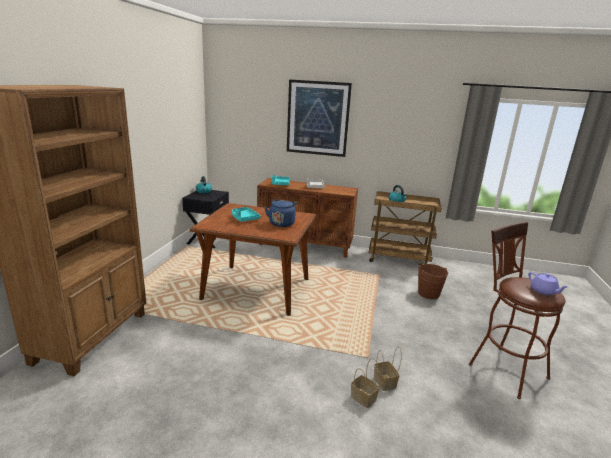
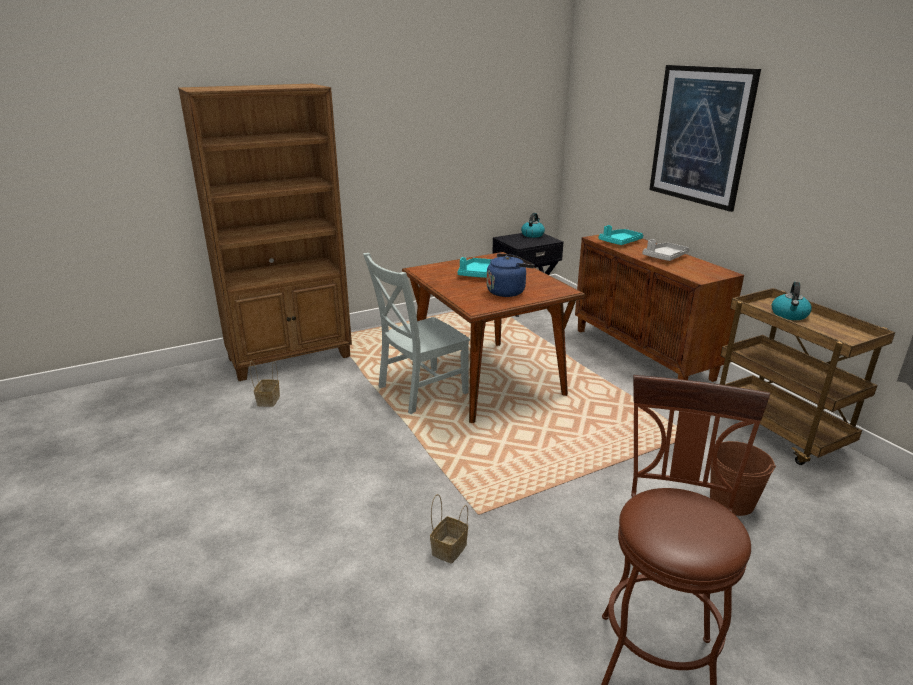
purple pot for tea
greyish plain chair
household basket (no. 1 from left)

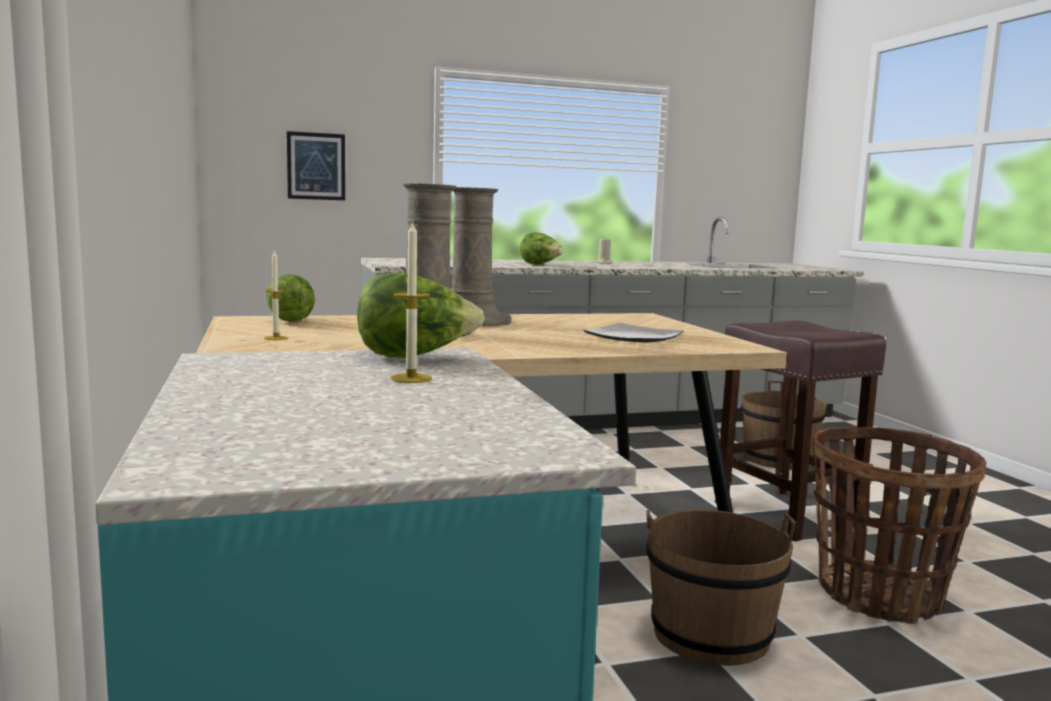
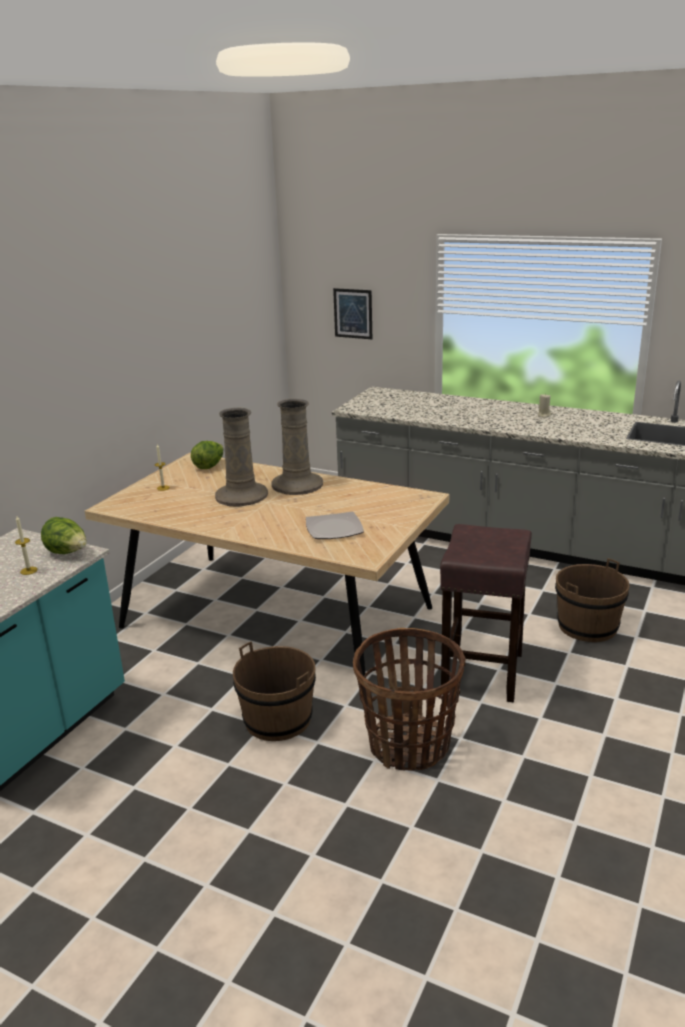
lettuce head (no. 3 from left in the first image)

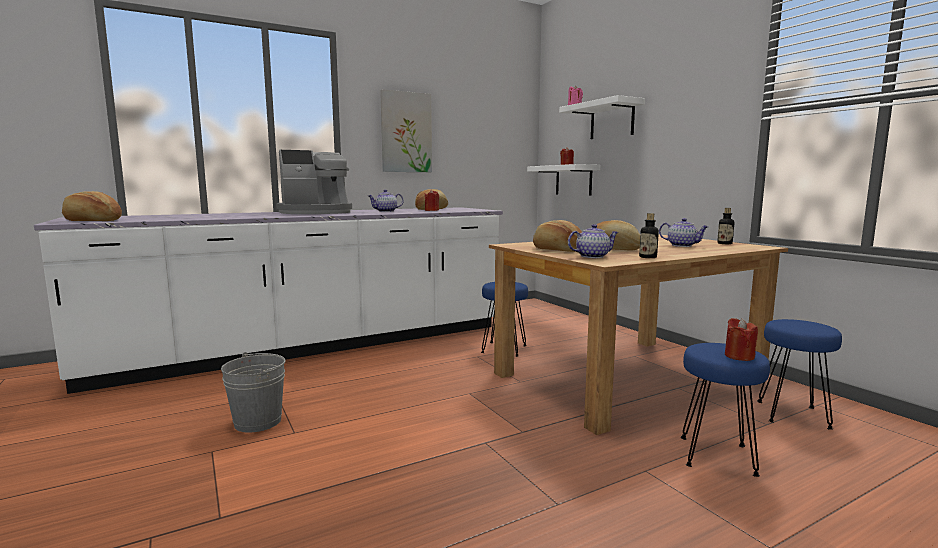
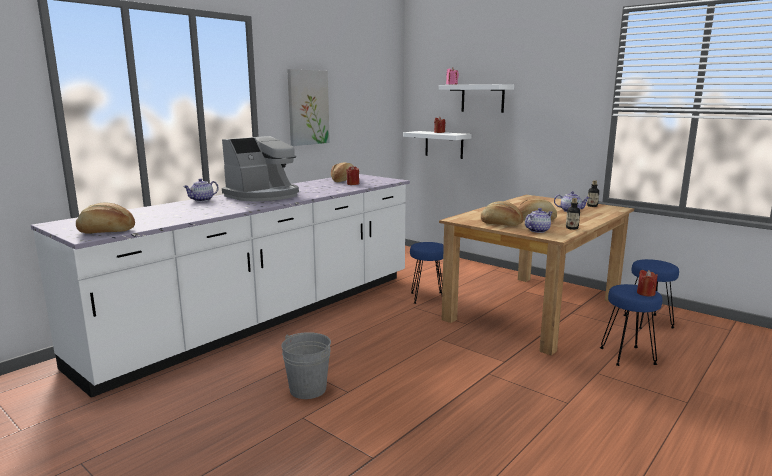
pot for tea (no. 1 from left)

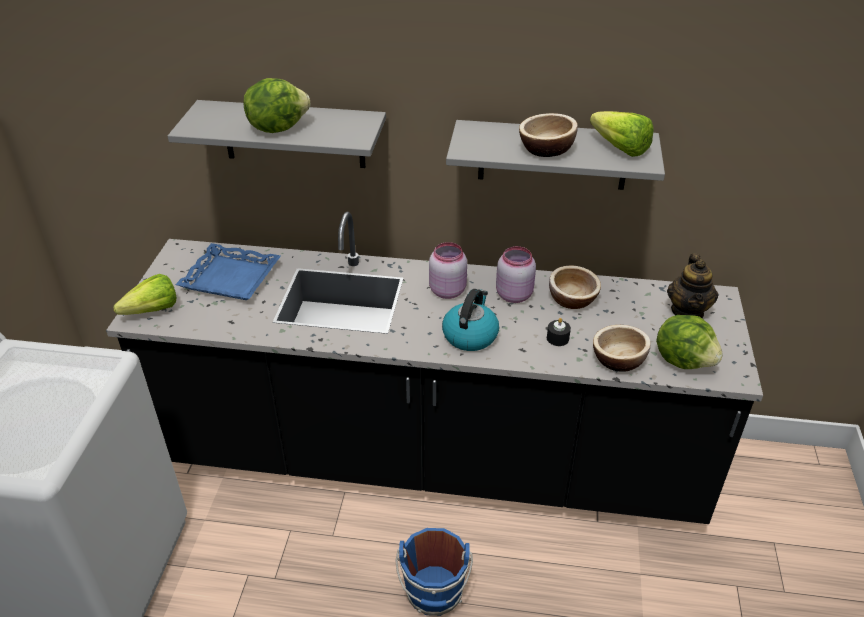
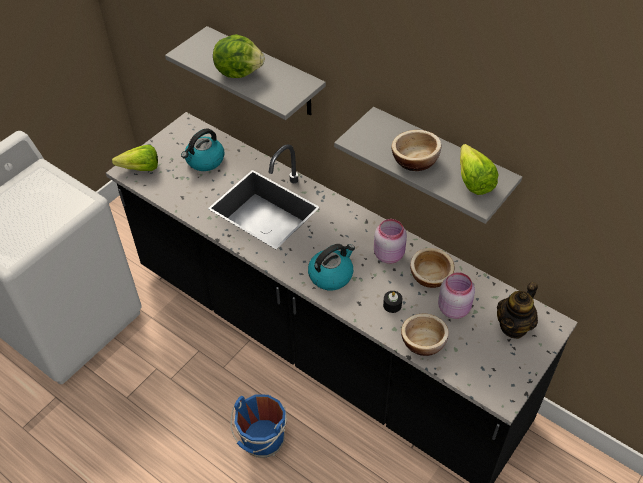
lettuce head (no. 4 from left in the first image)
pink storage jar (no. 2 from left)
water kettle (no. 1 from left)

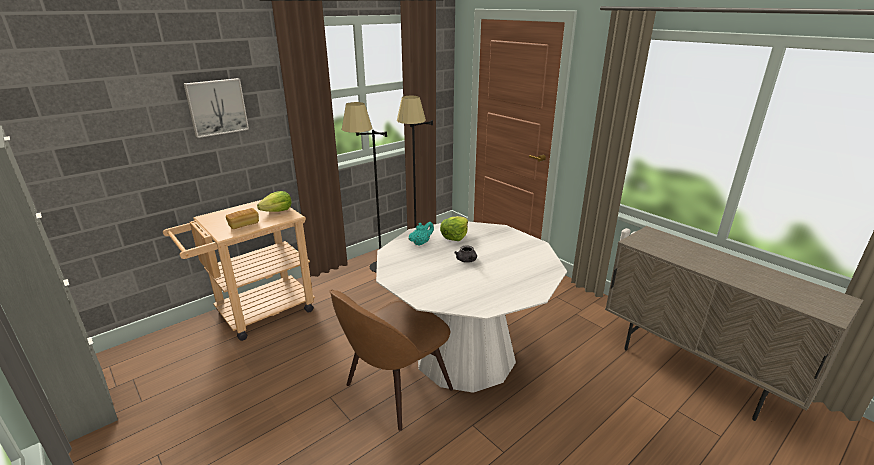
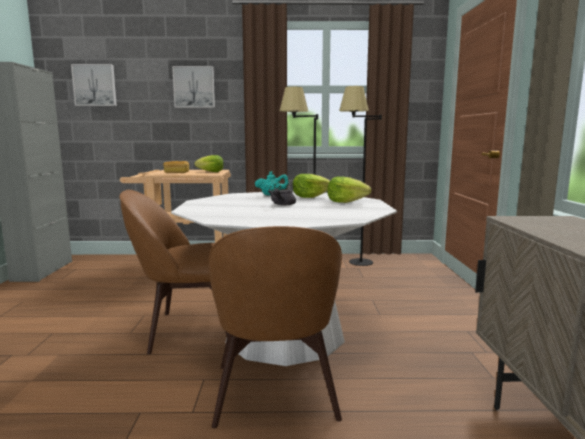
picture (no. 1 from left)
brown-coloured plain chair (no. 2 from left)
lettuce head (no. 3 from left)

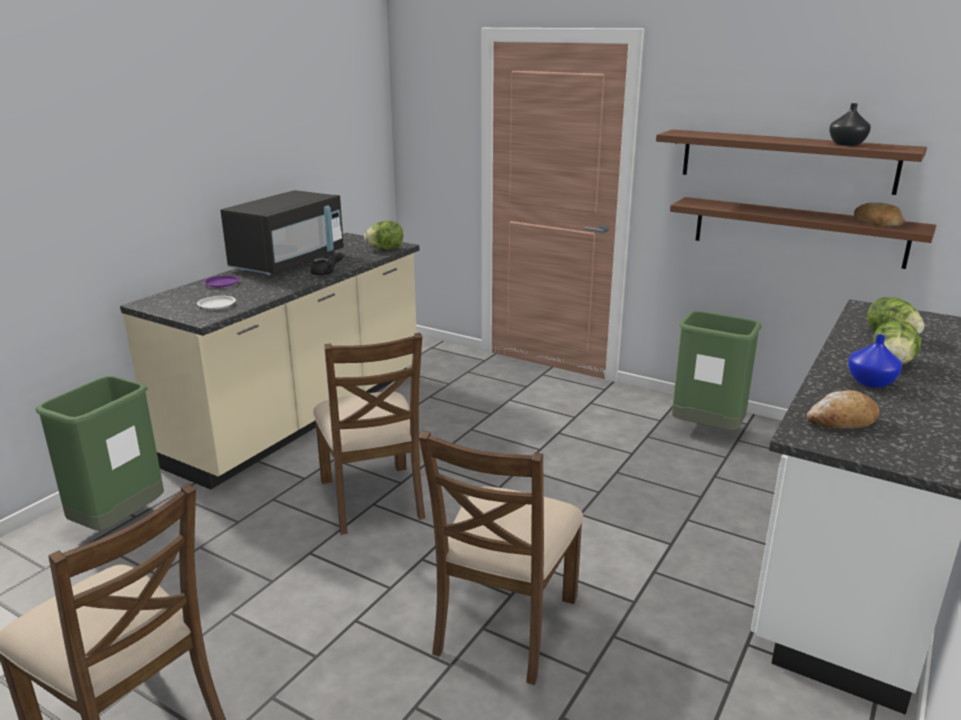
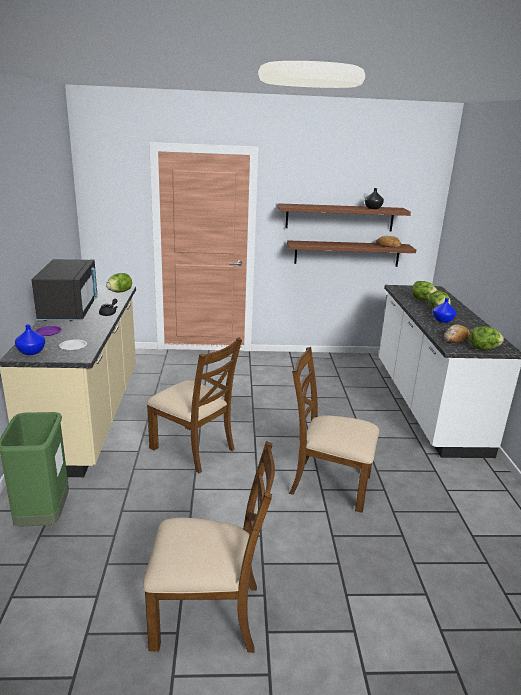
greenish trash can (no. 2 from left in the first image)
blue flower vase (no. 1 from left)
lettuce head (no. 4 from left)
brown-coloured plain chair (no. 3 from left)

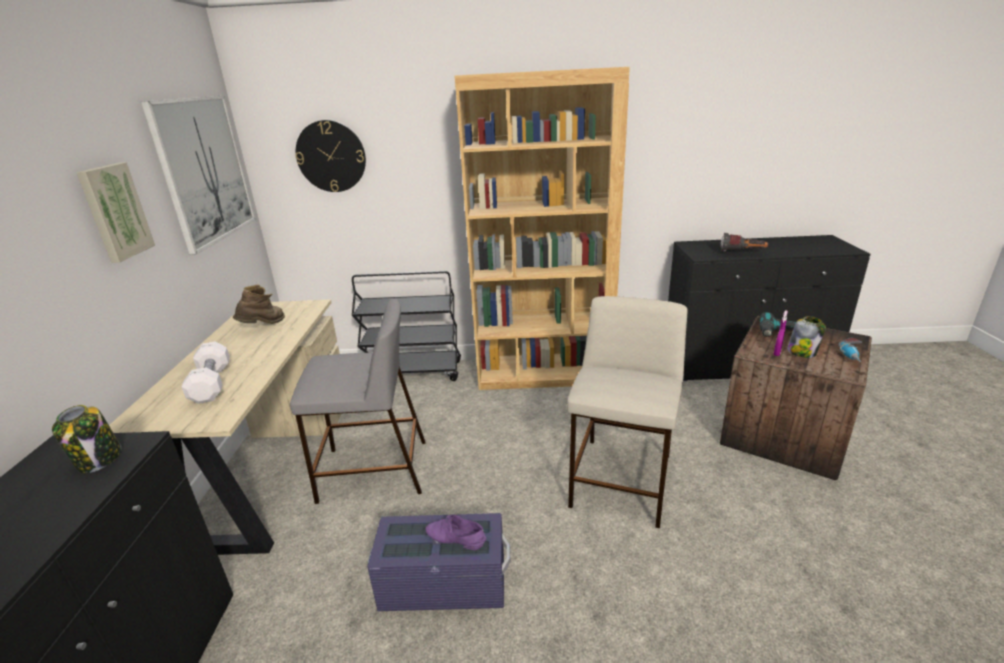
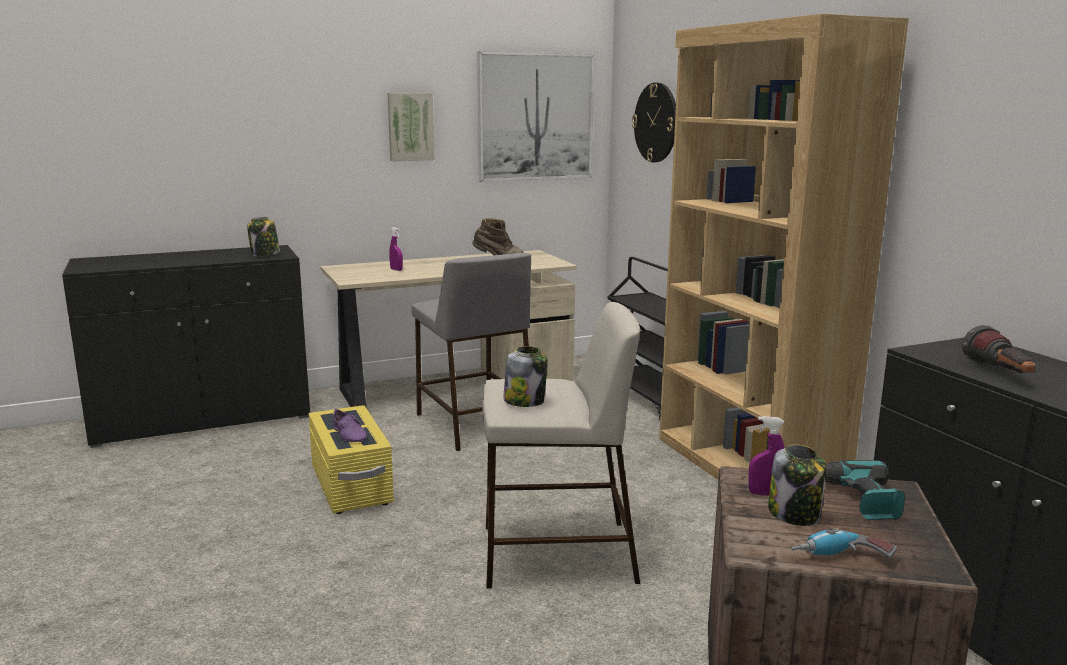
storage jar (no. 2 from left)
purple hand sprayer (no. 1 from left)
yellowish storage box
purple low shoe

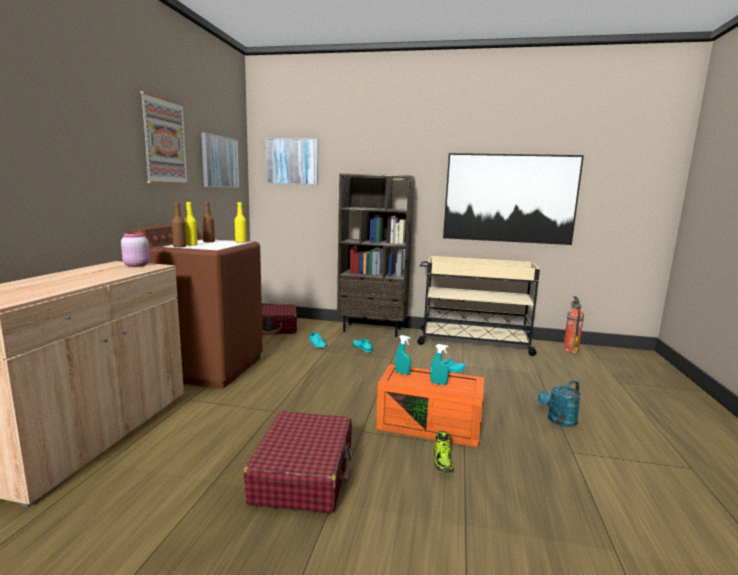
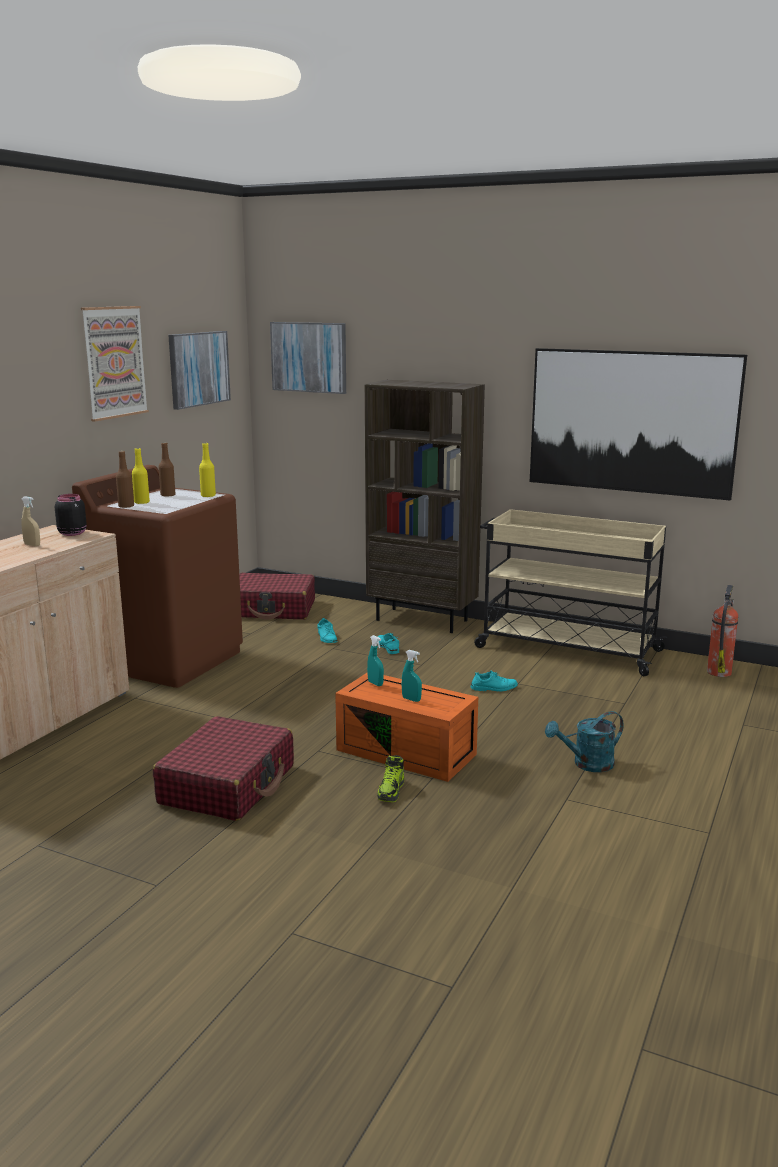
sand-coloured hand sprayer
black-coloured storage jar

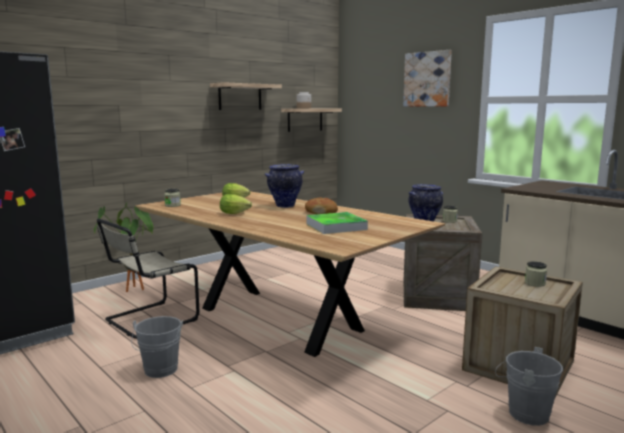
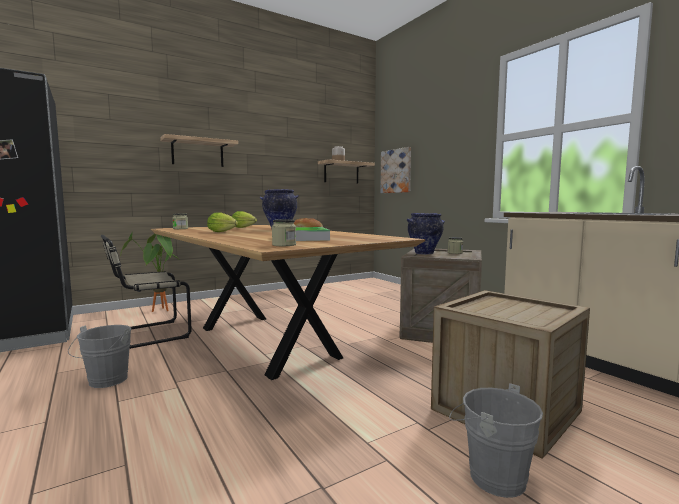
shelf (no. 1 from left)
picture
storage jar (no. 2 from left)

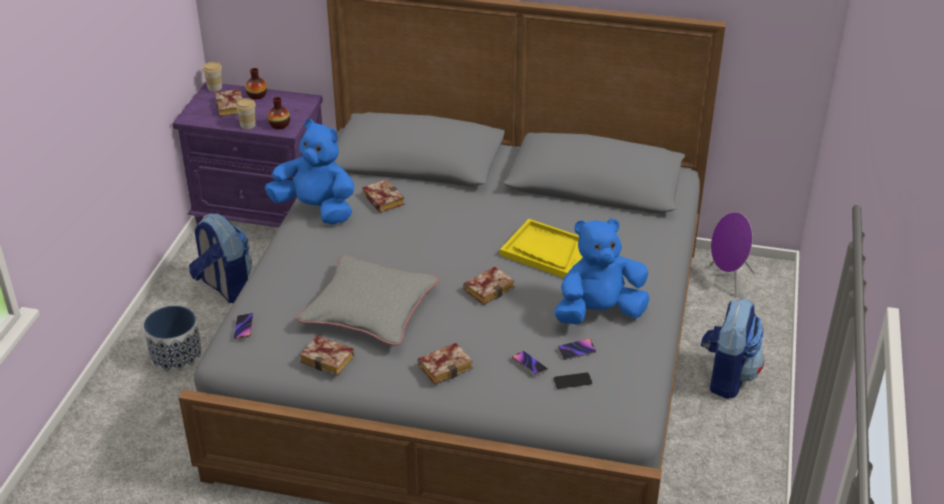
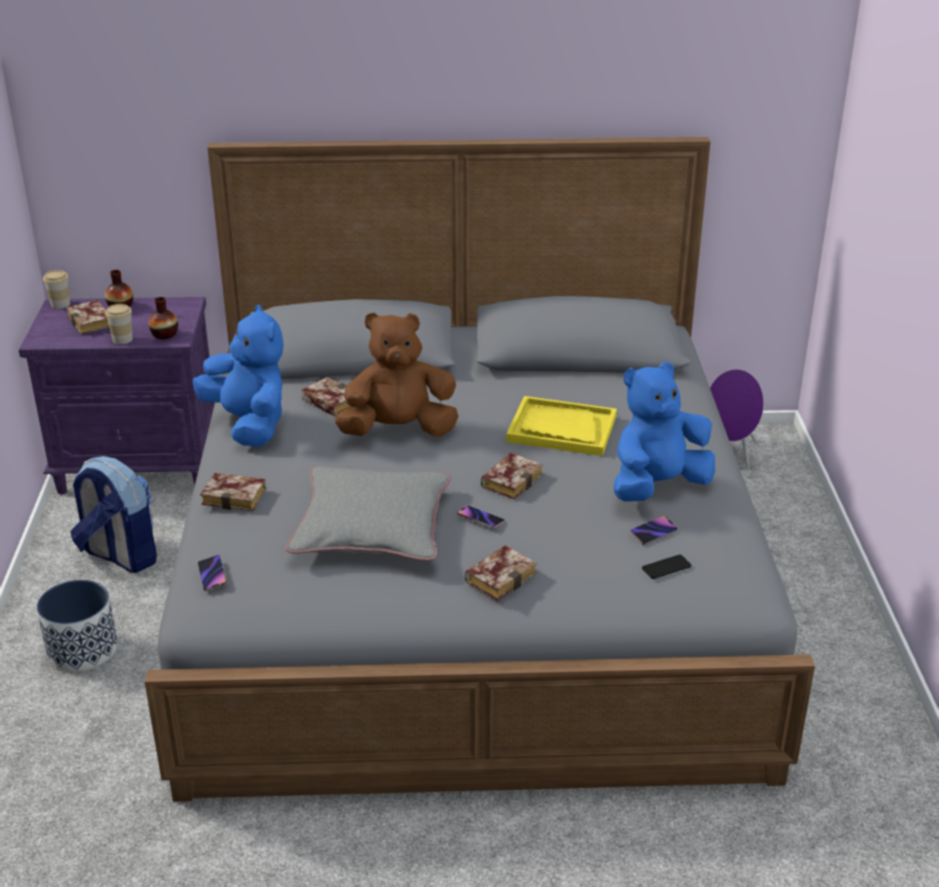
backpack (no. 2 from left in the first image)
brown-coloured plush toy
book (no. 2 from left)
phone (no. 2 from left)
blue plush toy (no. 1 from left)

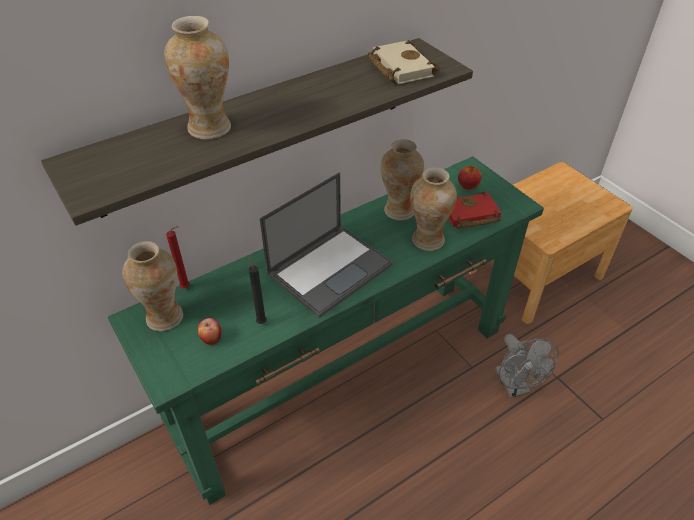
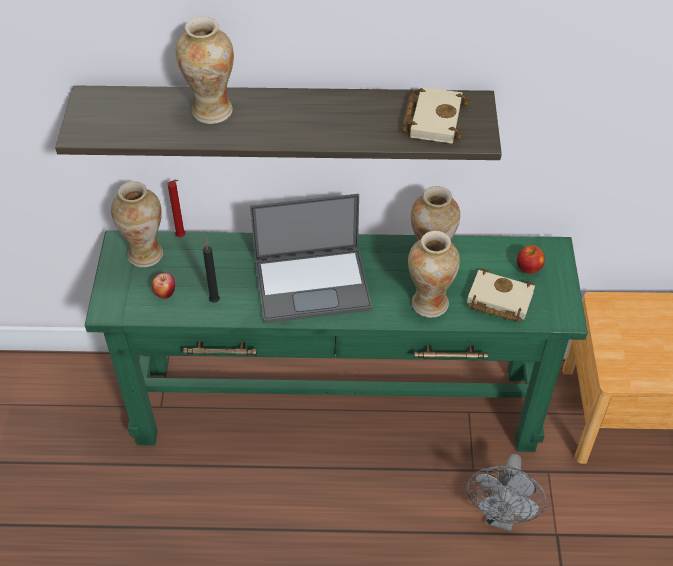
sand-coloured book (no. 2 from left)

